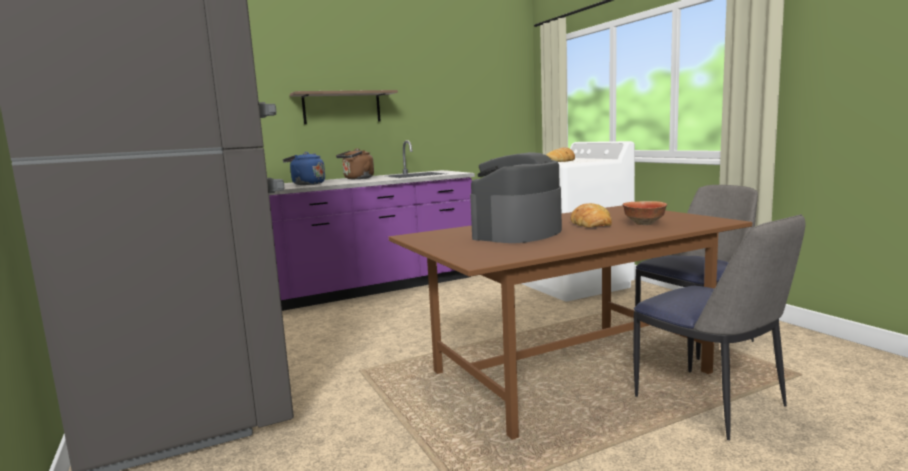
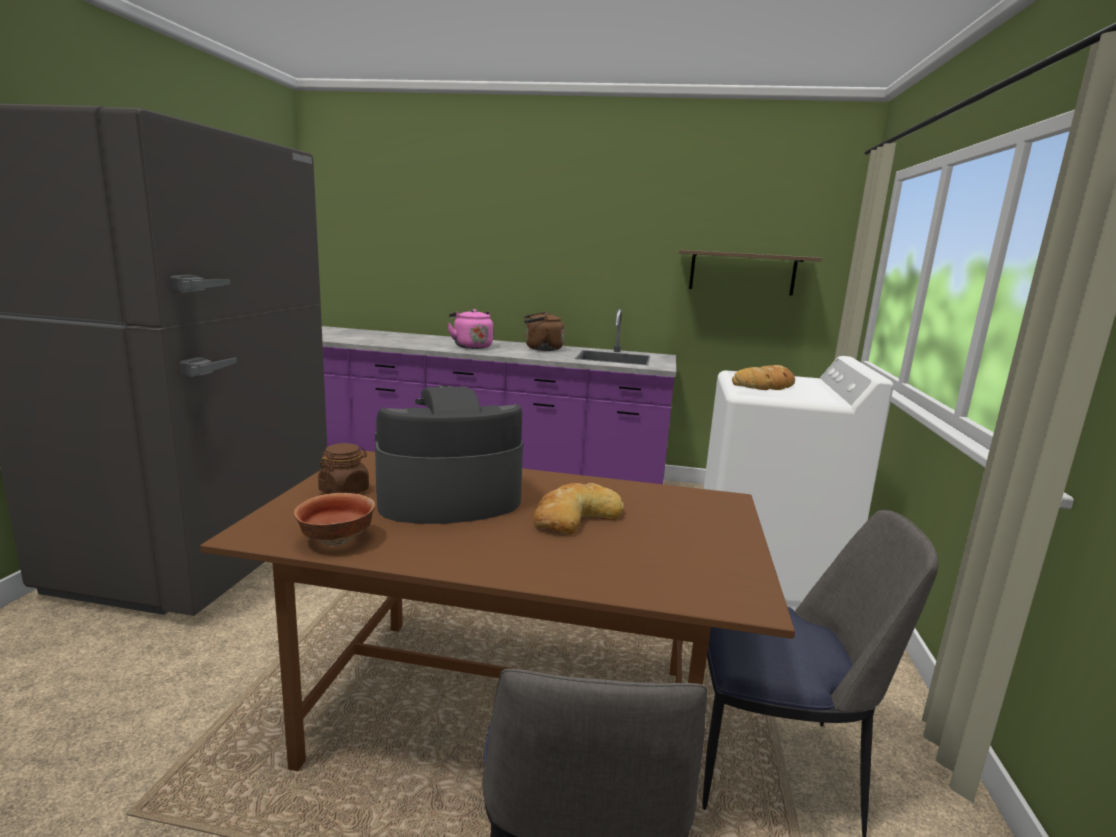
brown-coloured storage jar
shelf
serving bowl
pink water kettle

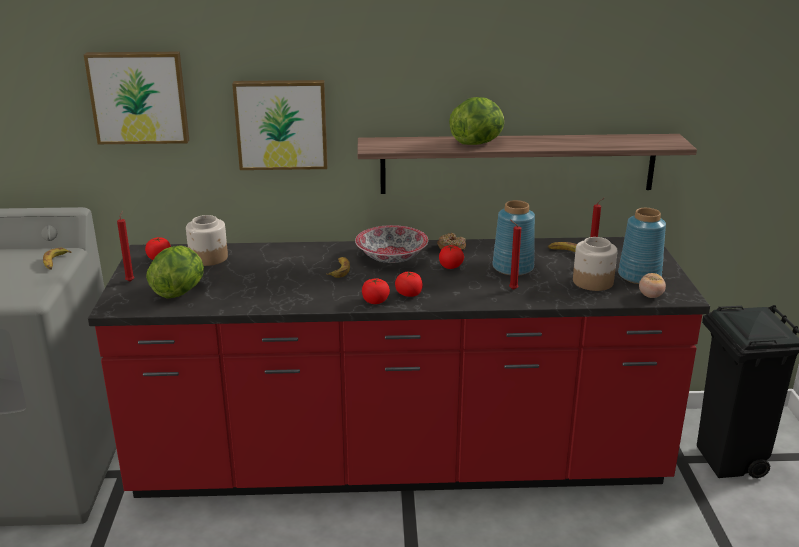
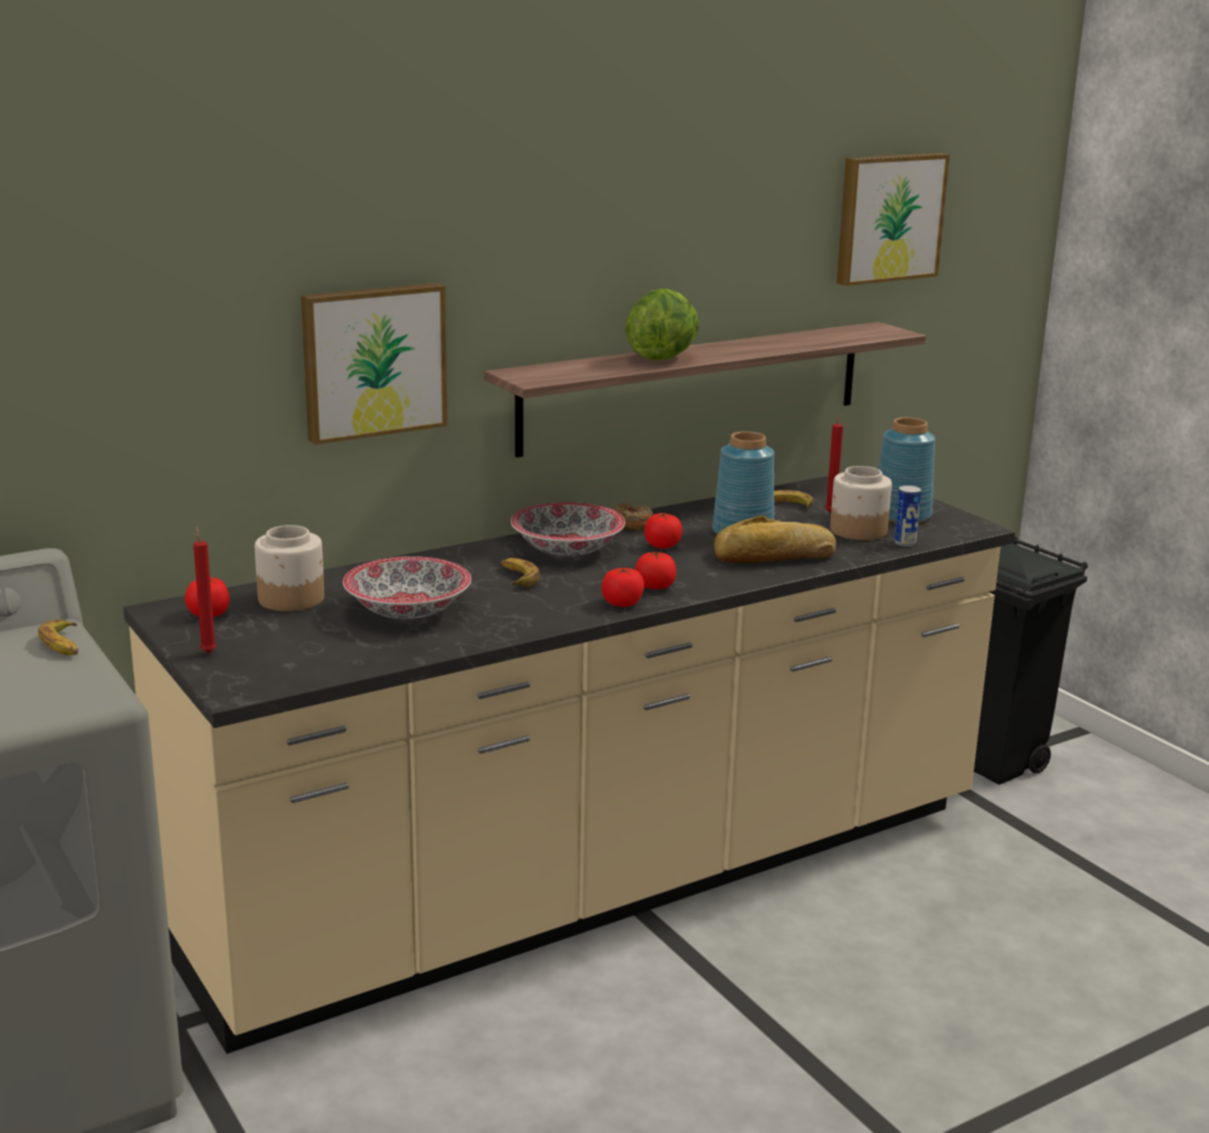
lettuce head (no. 1 from left in the first image)
tomato (no. 5 from left in the first image)
serving bowl (no. 1 from left)
sealed can
picture (no. 2 from left)
baked bread
sand-coloured kitchen base unit

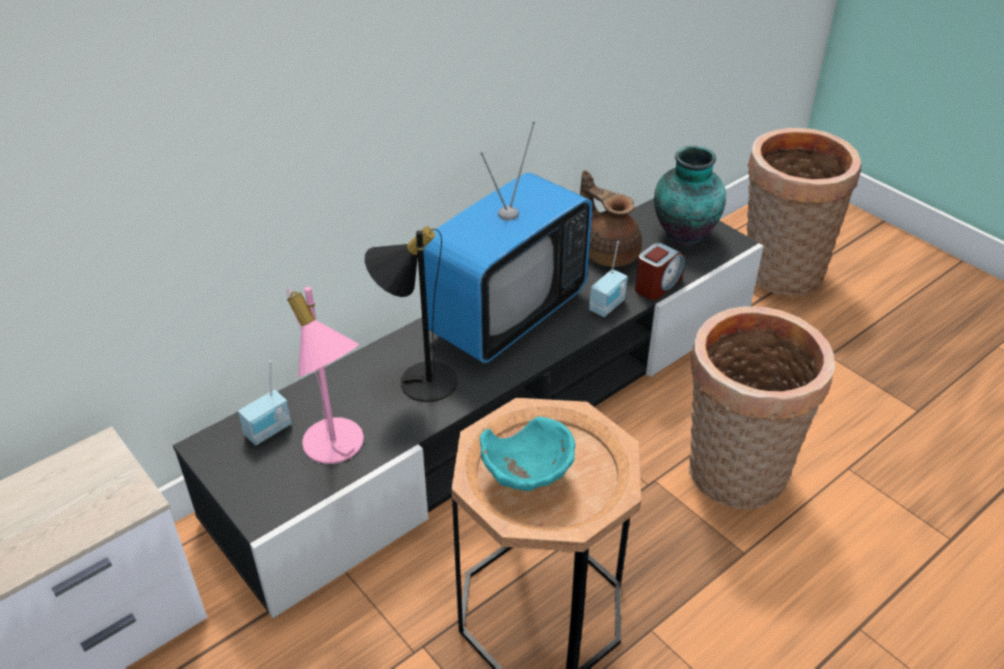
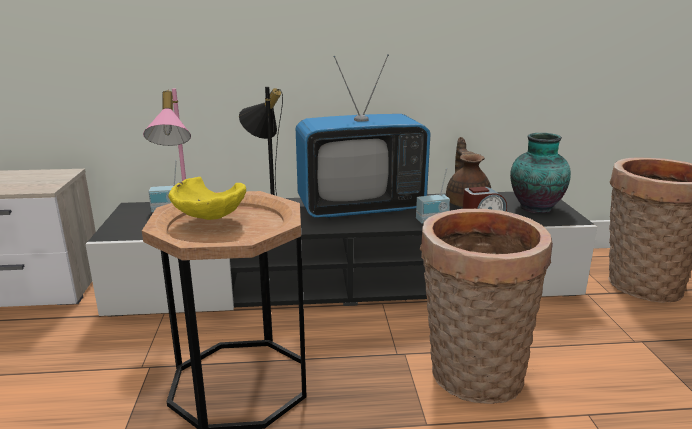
yellowish serving bowl

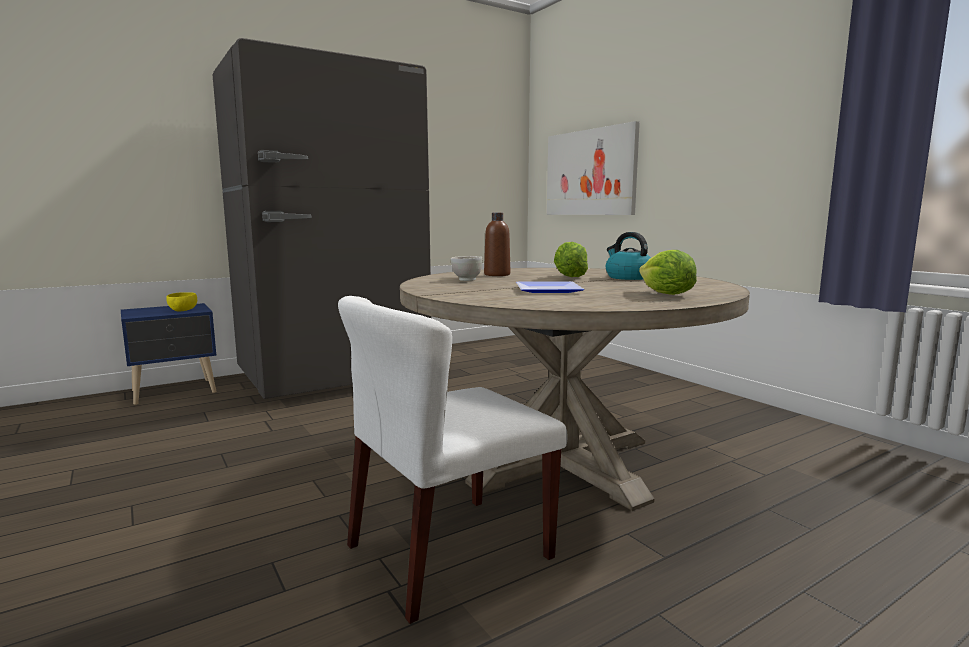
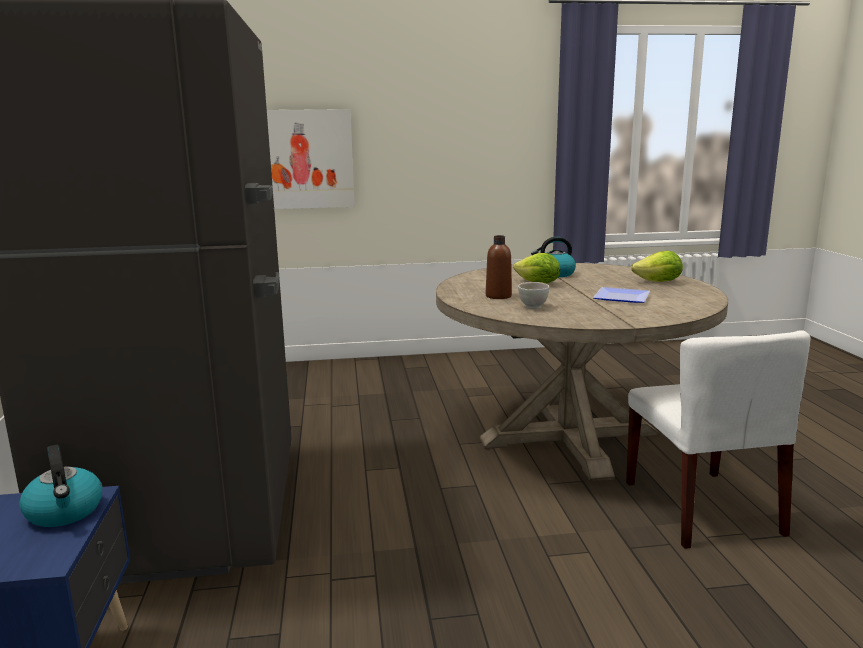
water kettle (no. 1 from left)

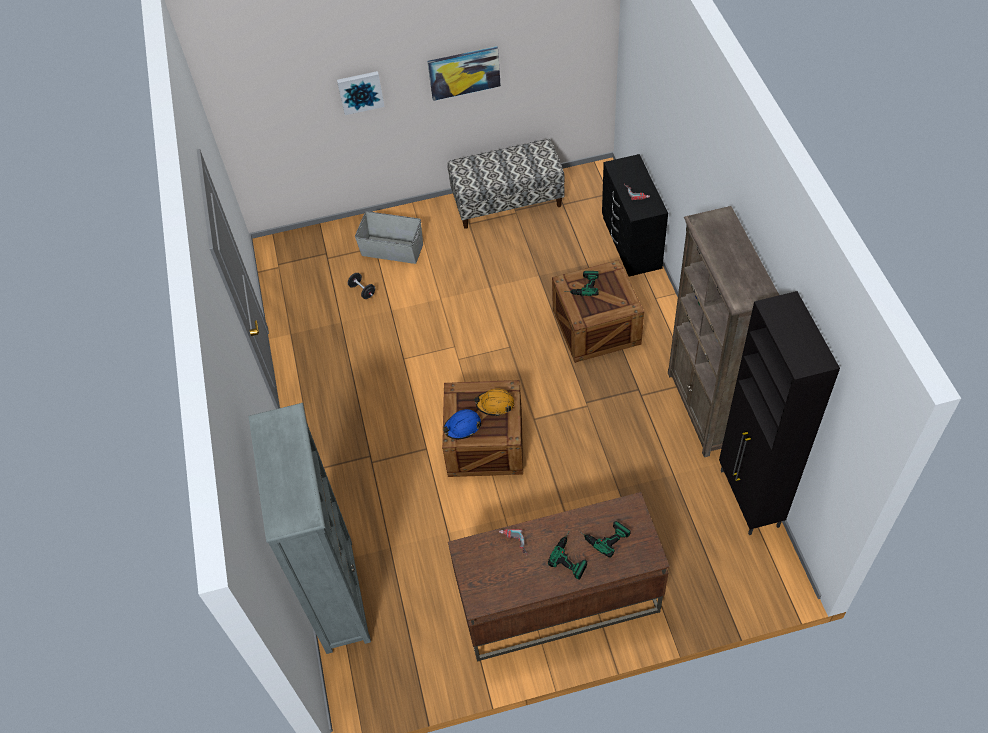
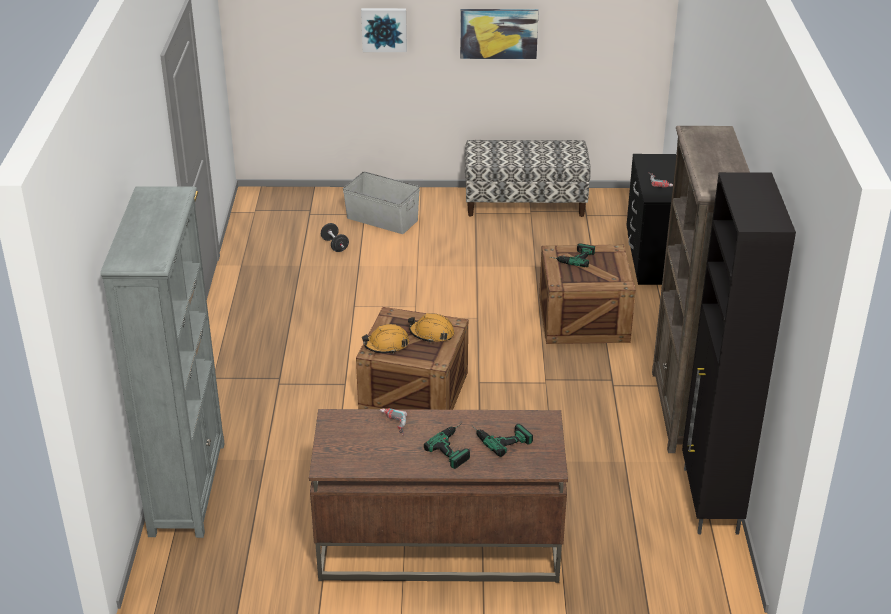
orange-coloured work helmet (no. 1 from left)

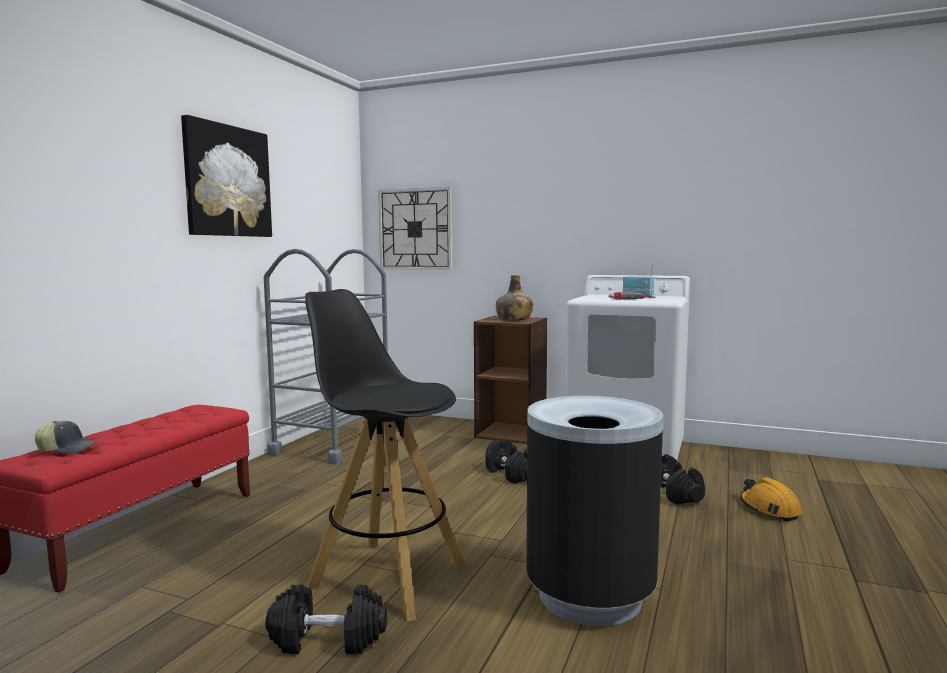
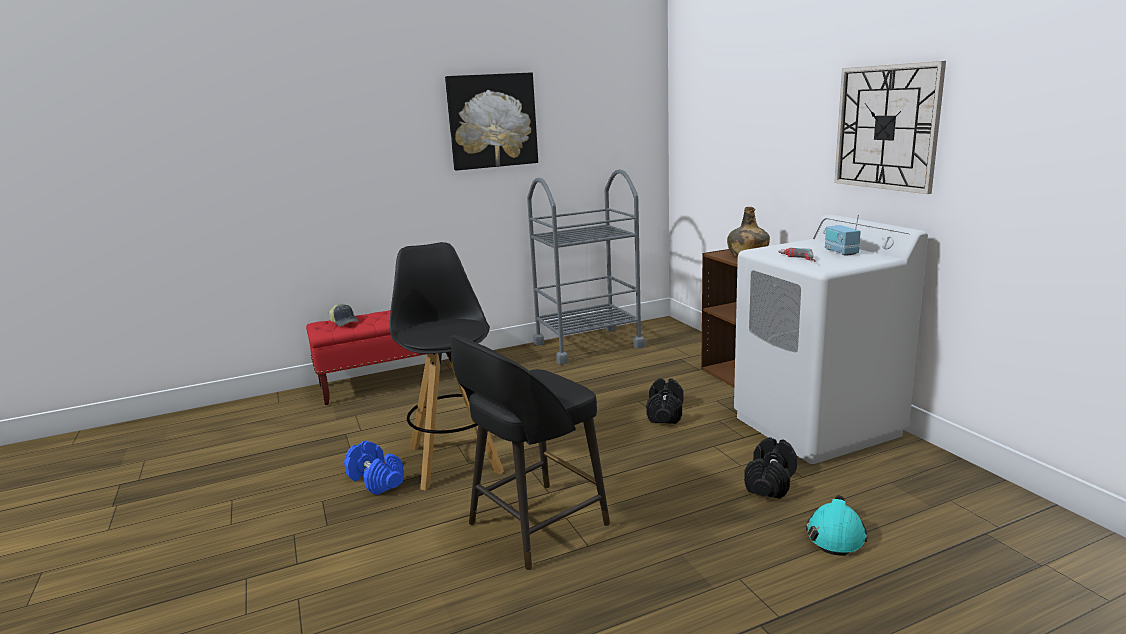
clock on the wall
black-coloured stool (no. 2 from left)
blue hand weight
blue-green work helmet

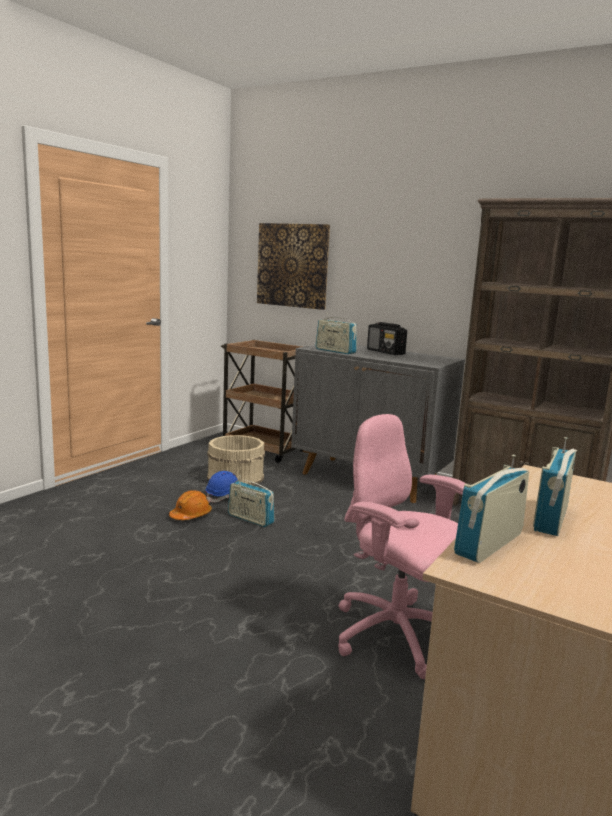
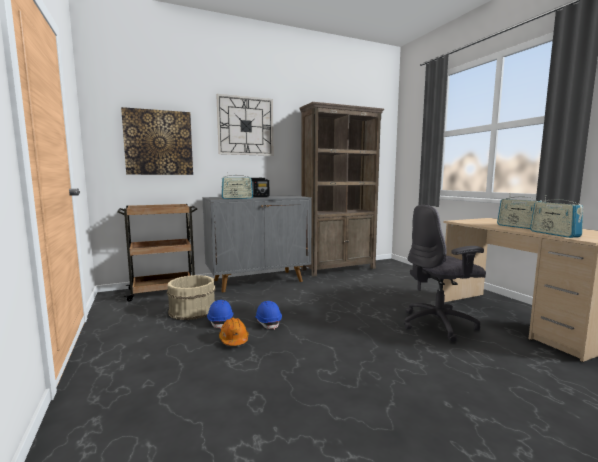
clock on the wall
blue work helmet (no. 2 from left)
greyish computer chair

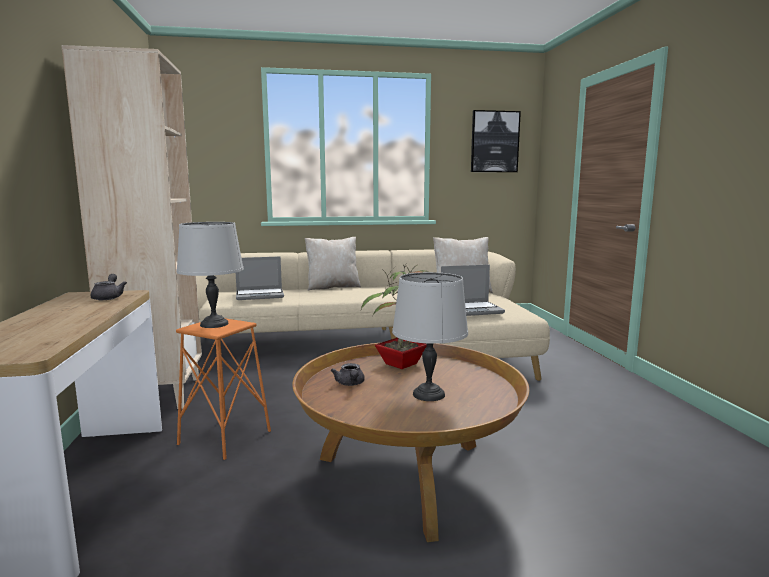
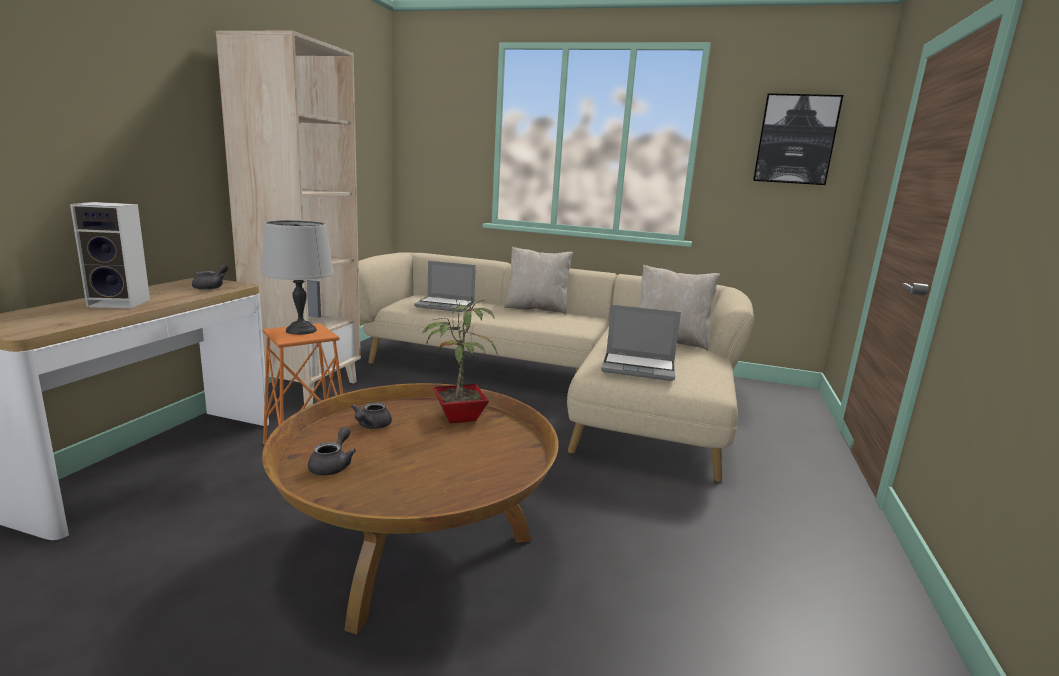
greyish lamp for a table (no. 2 from left in the first image)
loudspeaker
greyish pot for tea (no. 2 from left)

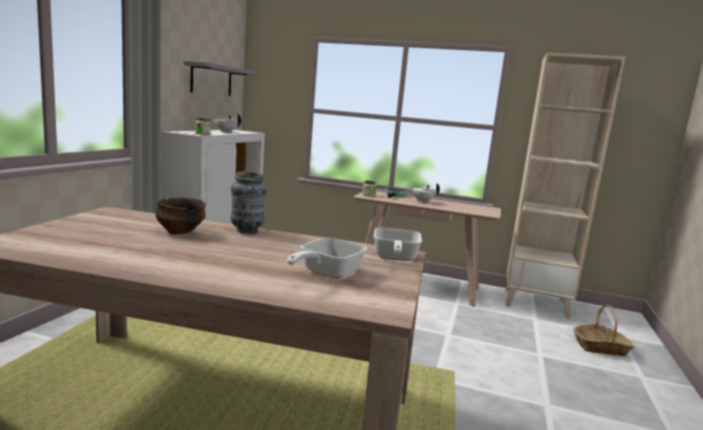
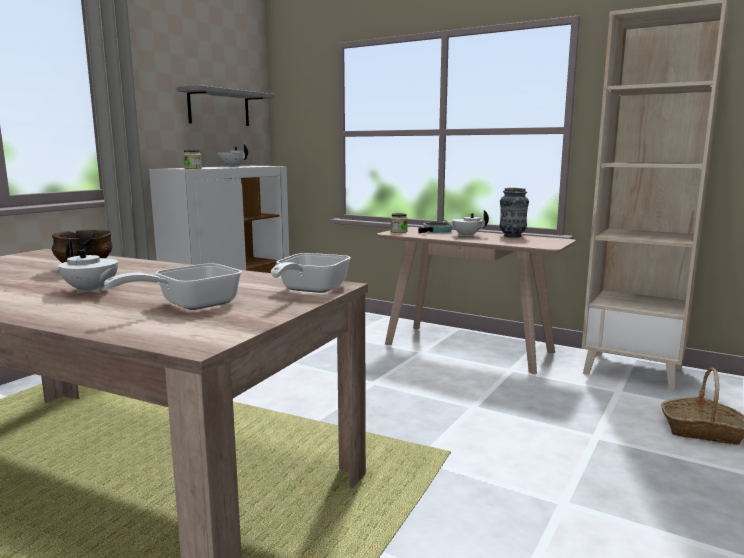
white pot for tea (no. 1 from left)
flower vase

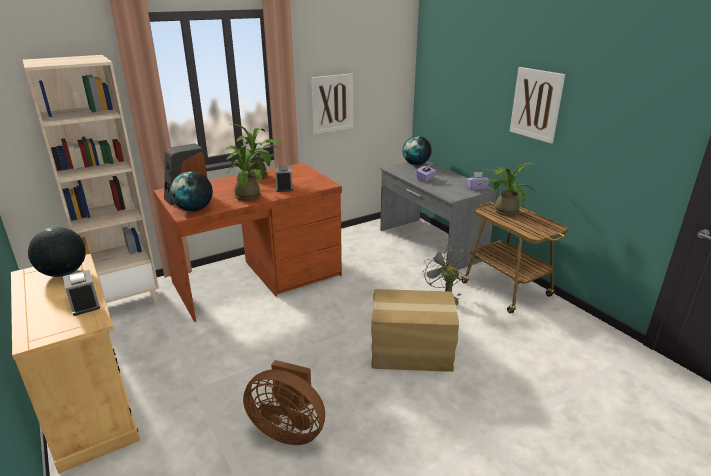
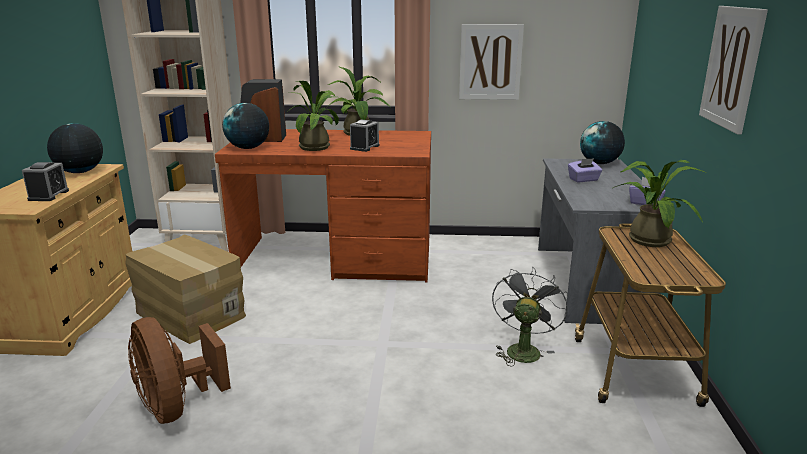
cardboard box

